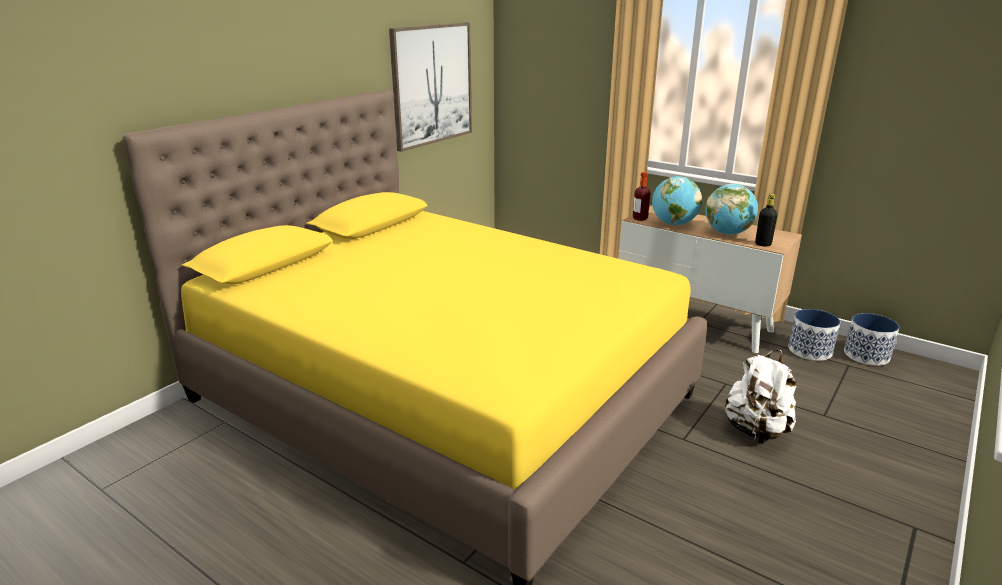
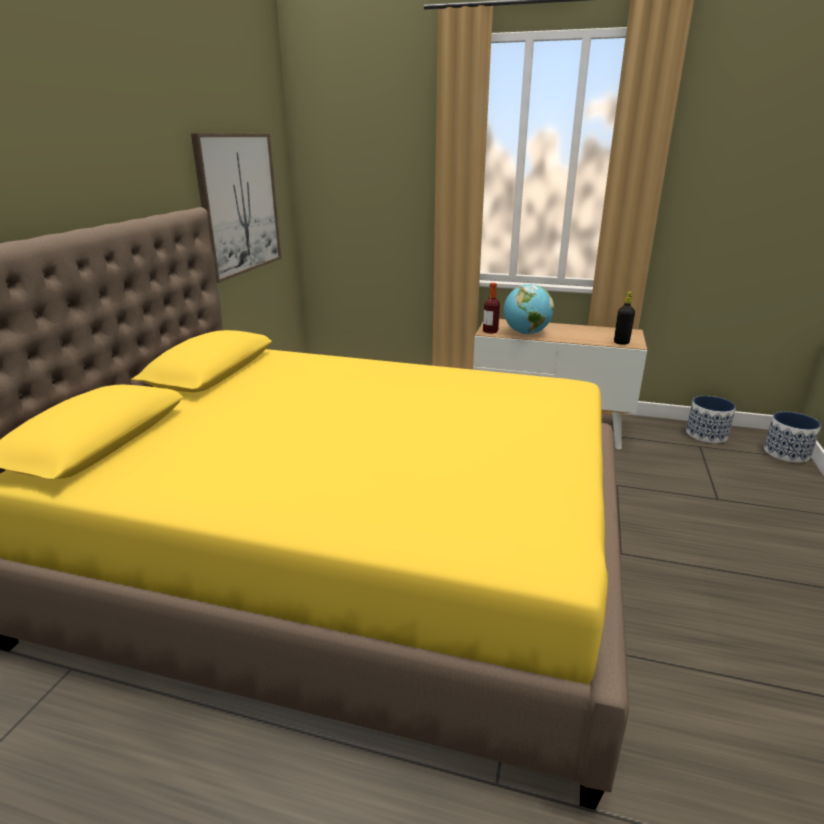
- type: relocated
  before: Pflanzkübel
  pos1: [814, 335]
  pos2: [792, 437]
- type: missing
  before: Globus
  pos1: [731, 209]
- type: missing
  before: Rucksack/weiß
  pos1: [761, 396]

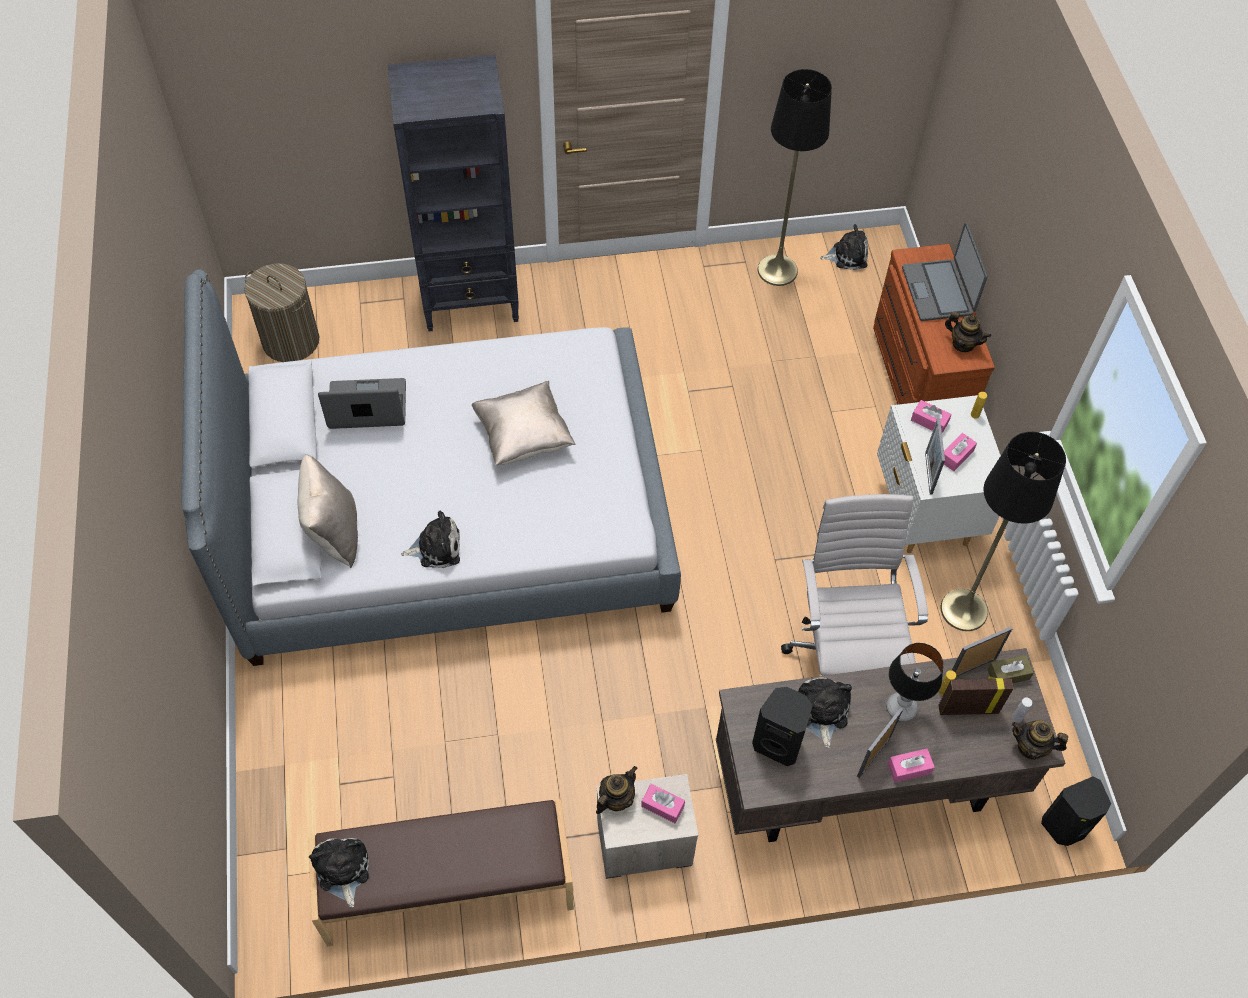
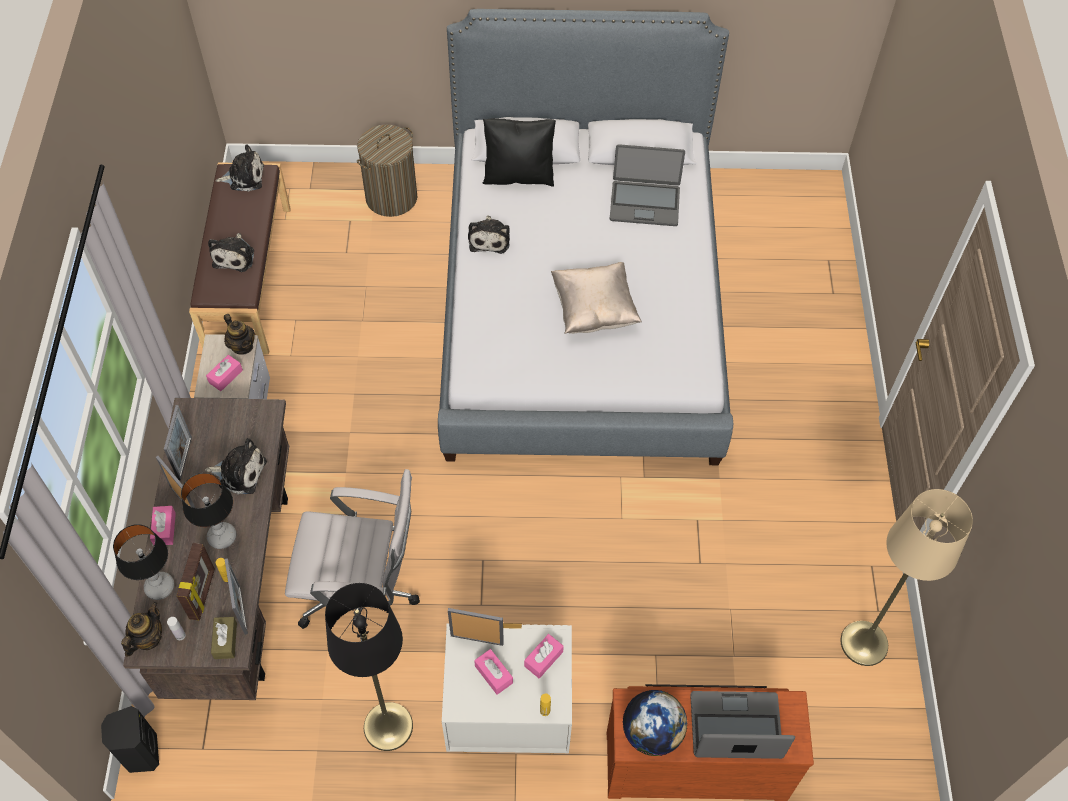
- type: appeared
  after: Tischlampe
  pos2: [143, 562]
- type: appeared
  after: Bilderrahmen
  pos2: [178, 442]
- type: relocated
  before: Plüschtier
  pos1: [844, 247]
  pos2: [231, 252]
- type: relocated
  before: Wäschekorb
  pos1: [281, 312]
  pos2: [387, 170]
- type: colour
  before: Kissen/beige
  after: Kissen/schwarz
  pos1: [328, 511]
  pos2: [519, 152]
- type: spun
  before: Laptop
  pos1: [362, 403]
  pos2: [647, 185]
  turn: 90
- type: exchanged
  before: Teekanne
  after: Globus
  pos1: [968, 332]
  pos2: [655, 723]
- type: colour
  before: Stehlampe/schwarz
  after: Stehlampe/beige
  pos1: [795, 177]
  pos2: [907, 577]
- type: missing
  before: Bücherregal/schwarz
  pos1: [453, 193]
- type: missing
  before: Lautsprecher/schwarz
  pos1: [782, 726]

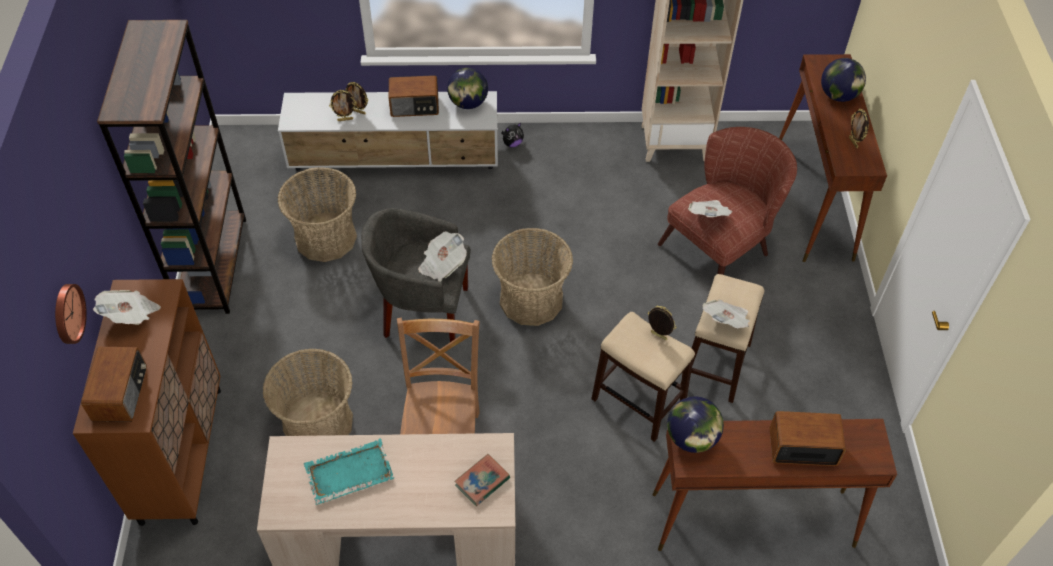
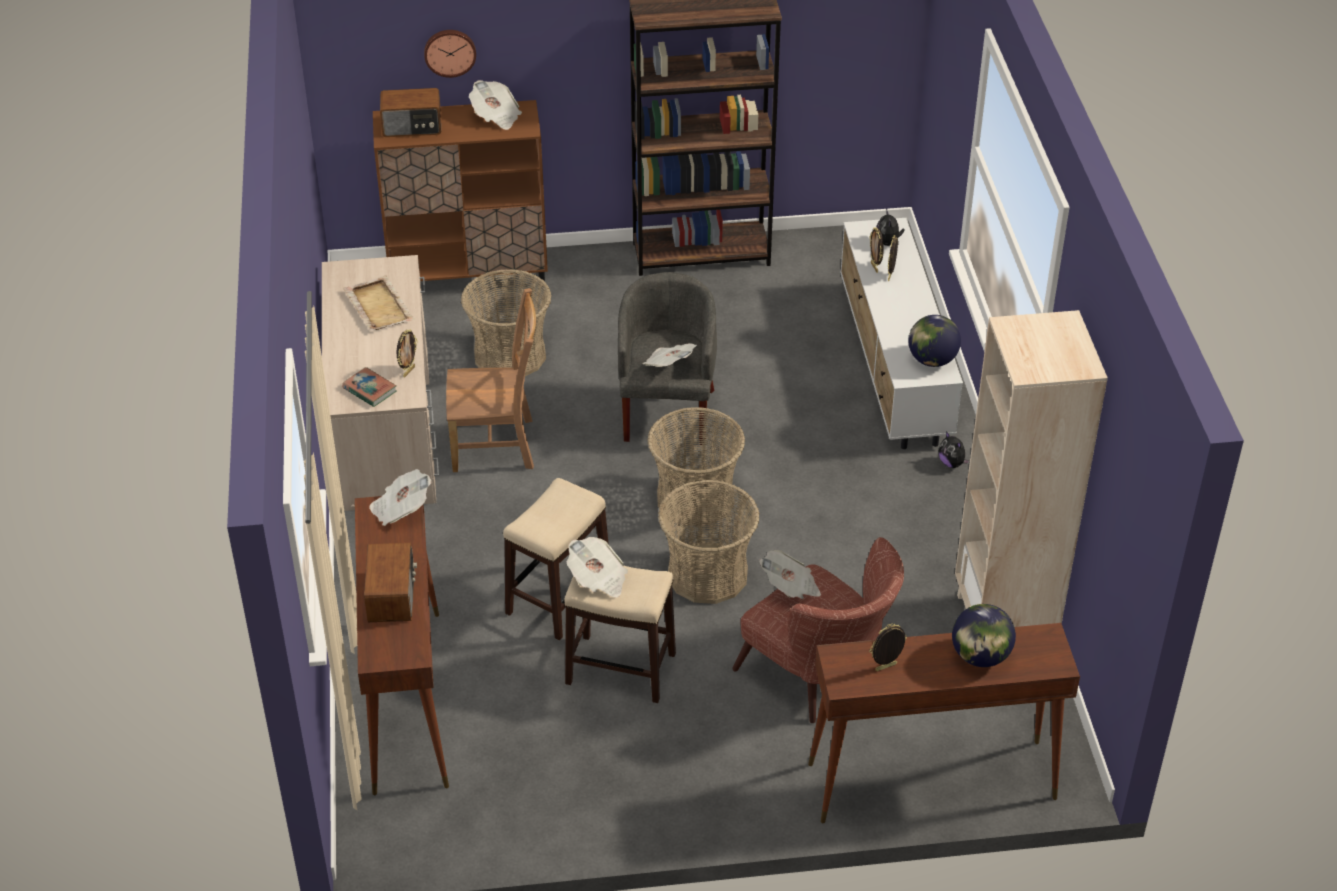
- type: colour
  before: Tablett/türkis
  after: Tablett/beige
  pos1: [349, 471]
  pos2: [379, 303]
- type: exchanged
  before: Globus
  after: Zeitung
  pos1: [695, 424]
  pos2: [400, 497]
- type: relocated
  before: Bilderrahmen
  pos1: [662, 323]
  pos2: [407, 353]
- type: relocated
  before: Korb
  pos1: [317, 214]
  pos2: [709, 542]
- type: appeared
  after: Plüschtier
  pos2: [890, 227]
- type: missing
  before: Radio
  pos1: [414, 96]

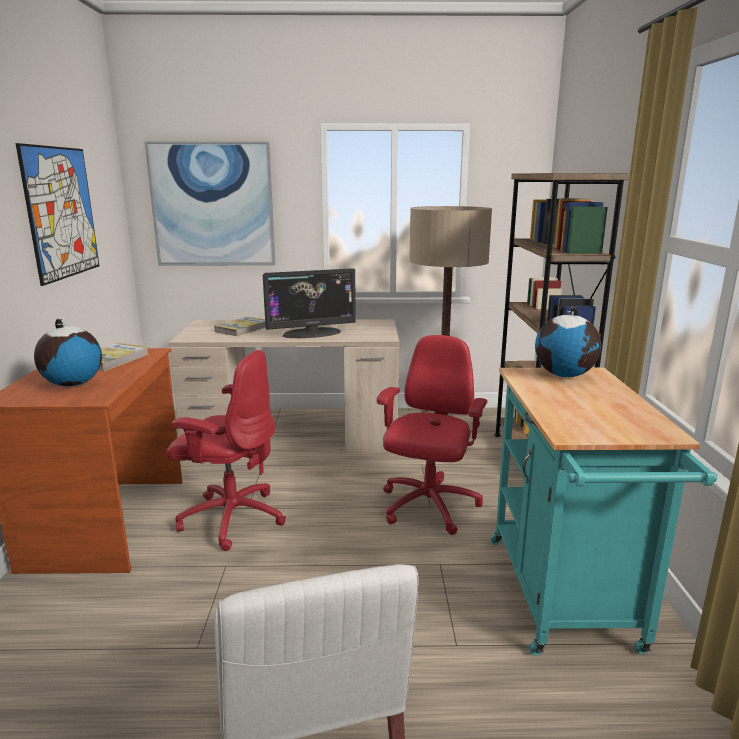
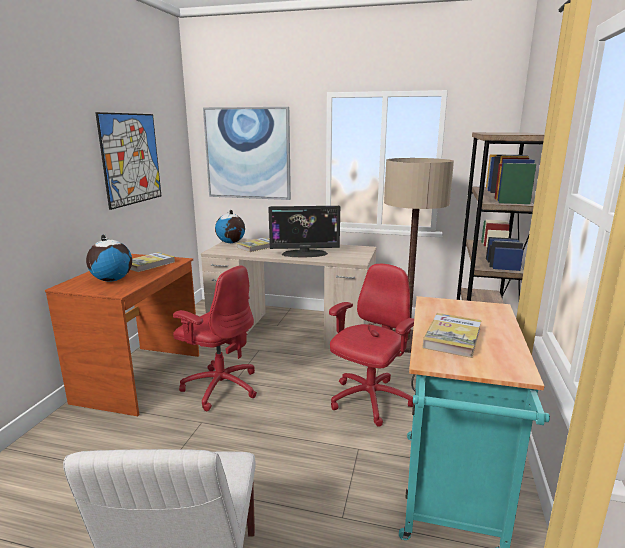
- type: relocated
  before: Globus
  pos1: [568, 341]
  pos2: [230, 226]
- type: appeared
  after: Buch
  pos2: [451, 335]

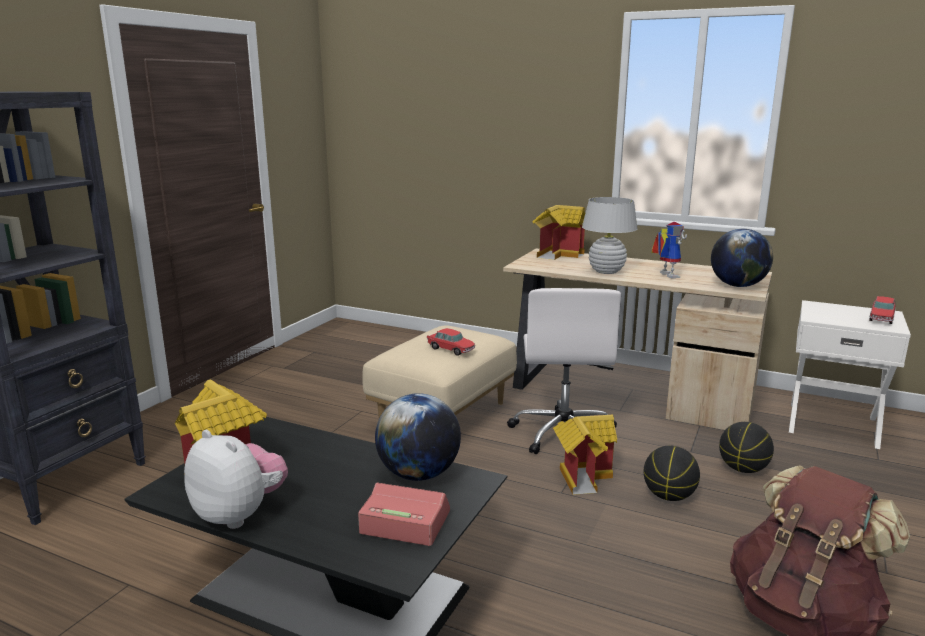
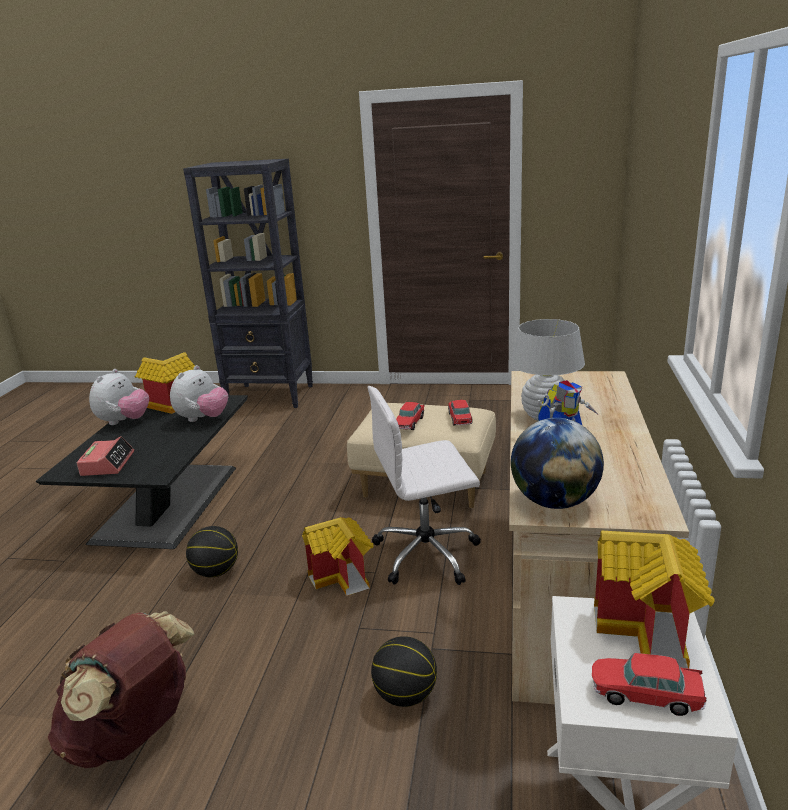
- type: appeared
  after: Plüschtier
  pos2: [199, 393]
- type: relocated
  before: Basketball
  pos1: [672, 473]
  pos2: [212, 551]
- type: appeared
  after: Spielzeugauto
  pos2: [460, 413]
- type: relocated
  before: Spielzeughaus
  pos1: [558, 232]
  pos2: [654, 600]
- type: missing
  before: Globus
  pos1: [418, 437]

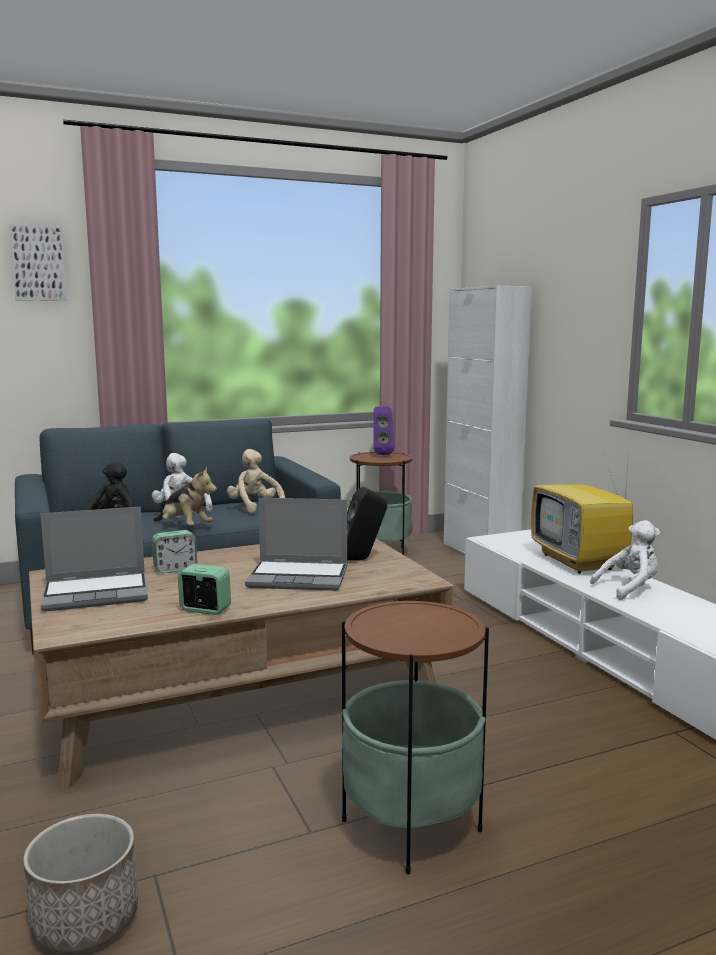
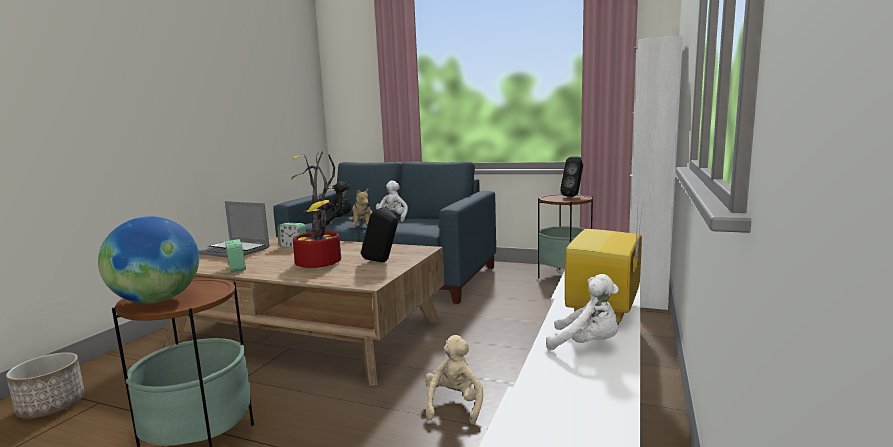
- type: appeared
  after: Globus
  pos2: [148, 259]
- type: exchanged
  before: Laptop
  after: Topfpflanze
  pos1: [296, 544]
  pos2: [316, 210]
- type: relocated
  before: Plüschtier/beige
  pos1: [256, 481]
  pos2: [454, 380]
- type: colour
  before: Lautsprecher/lila
  after: Lautsprecher/schwarz
  pos1: [383, 430]
  pos2: [571, 177]
- type: missing
  before: Bild
  pos1: [38, 262]

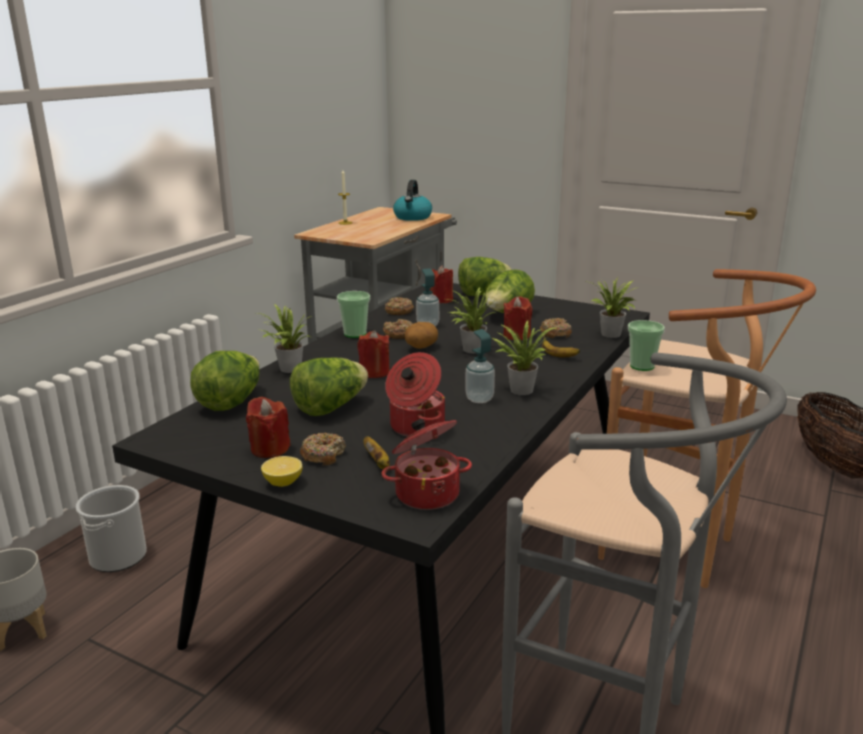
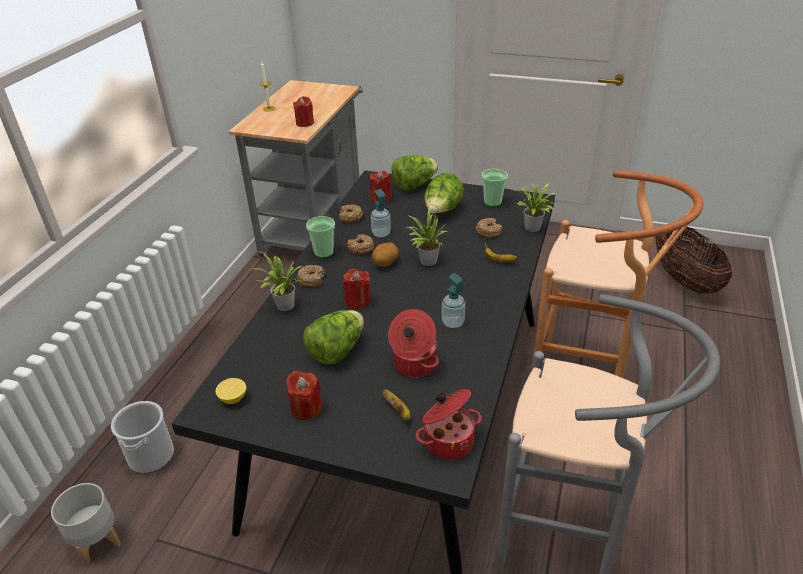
- type: relocated
  before: Zitrone
  pos1: [281, 471]
  pos2: [231, 391]
- type: relocated
  before: Kerze/rot
  pos1: [518, 318]
  pos2: [303, 111]
- type: relocated
  before: Donut
  pos1: [323, 449]
  pos2: [311, 276]
- type: relocated
  before: Tasse
  pos1: [646, 345]
  pos2: [494, 188]
- type: missing
  before: Salatkopf
  pos1: [225, 381]
- type: missing
  before: Wasserkessel
  pos1: [412, 200]
- type: missing
  before: Topfpflanze
  pos1: [524, 357]

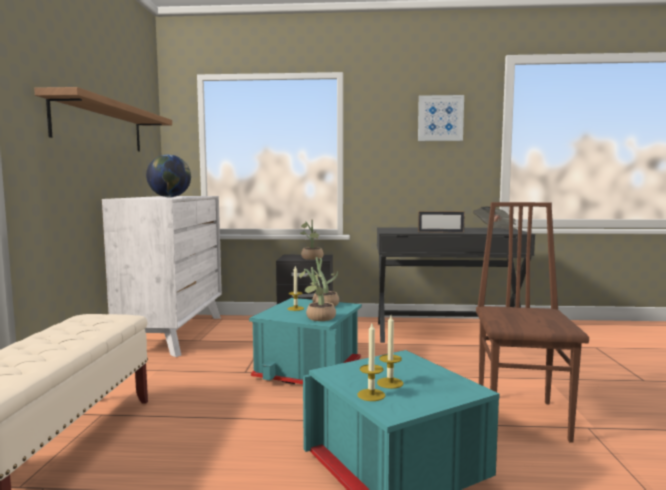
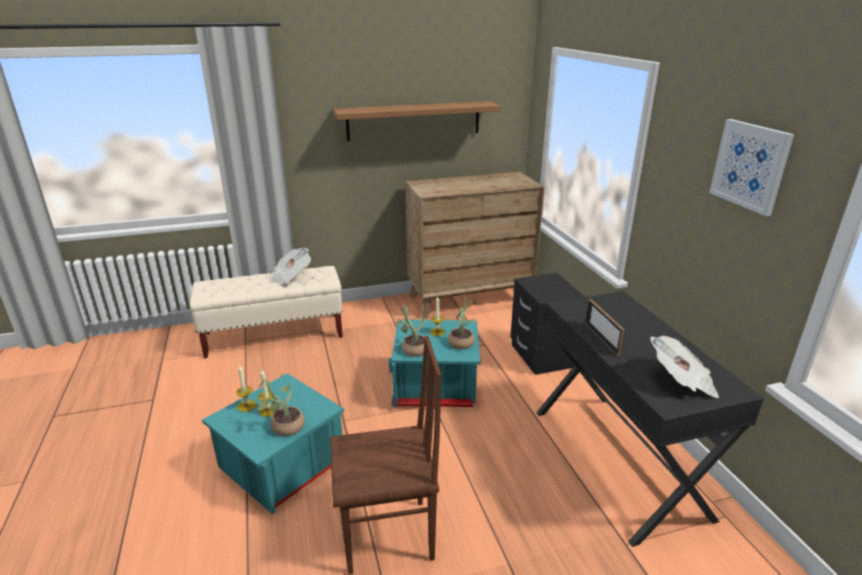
- type: relocated
  before: Topfpflanze
  pos1: [312, 240]
  pos2: [281, 407]
- type: appeared
  after: Zeitung
  pos2: [289, 266]
- type: colour
  before: Kommode/weiß
  after: Kommode/braun
  pos1: [162, 276]
  pos2: [474, 245]
- type: missing
  before: Globus
  pos1: [168, 176]

